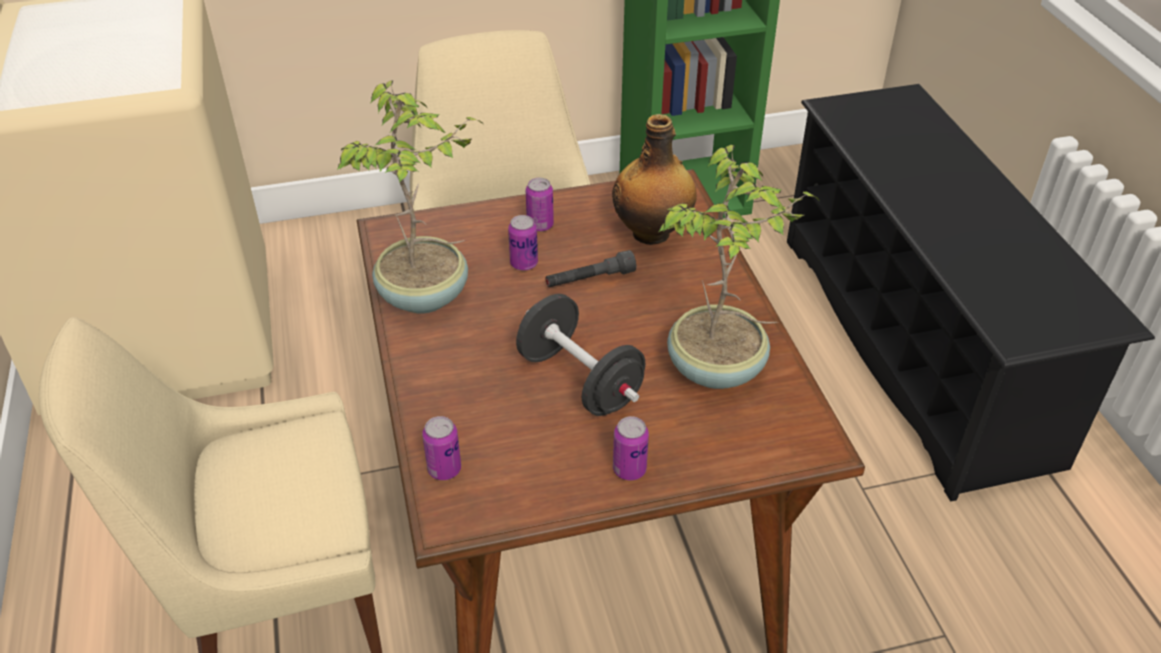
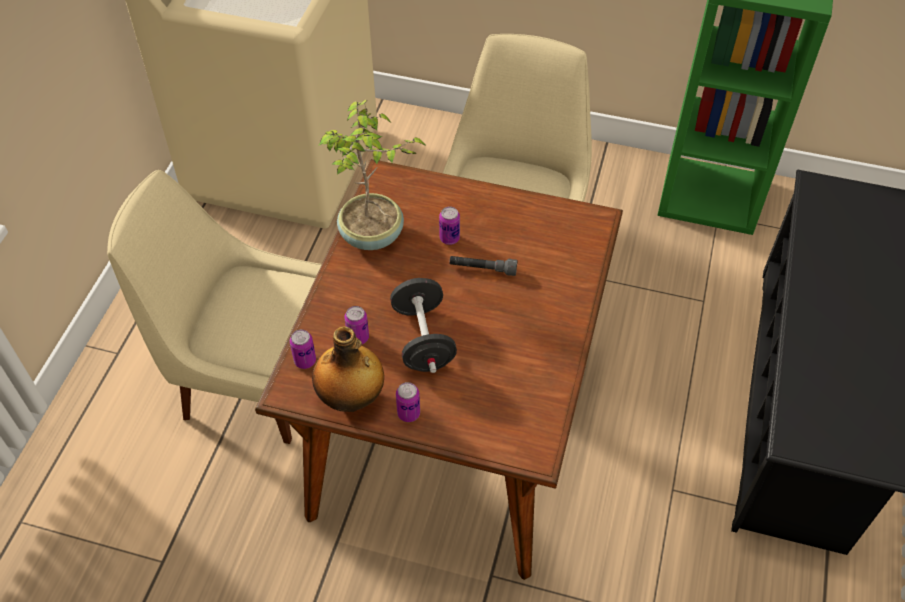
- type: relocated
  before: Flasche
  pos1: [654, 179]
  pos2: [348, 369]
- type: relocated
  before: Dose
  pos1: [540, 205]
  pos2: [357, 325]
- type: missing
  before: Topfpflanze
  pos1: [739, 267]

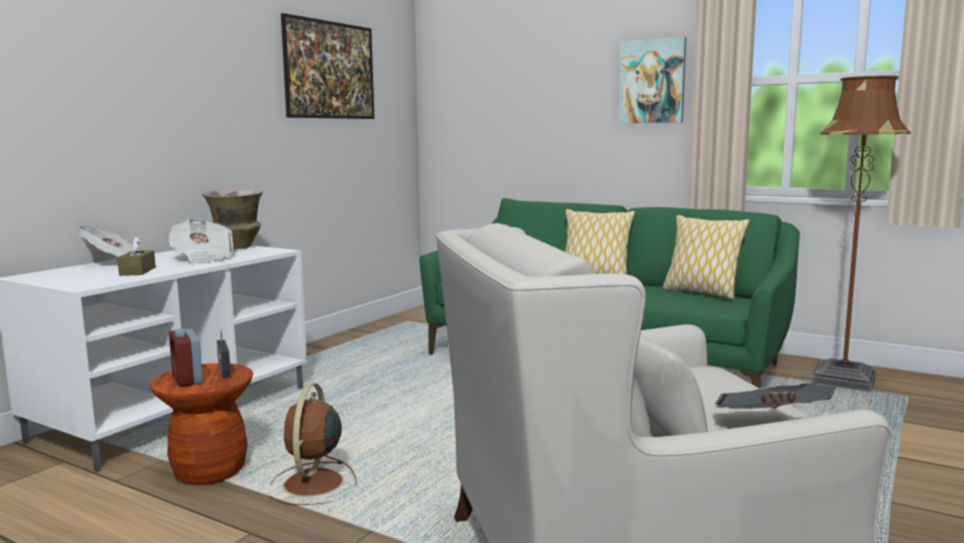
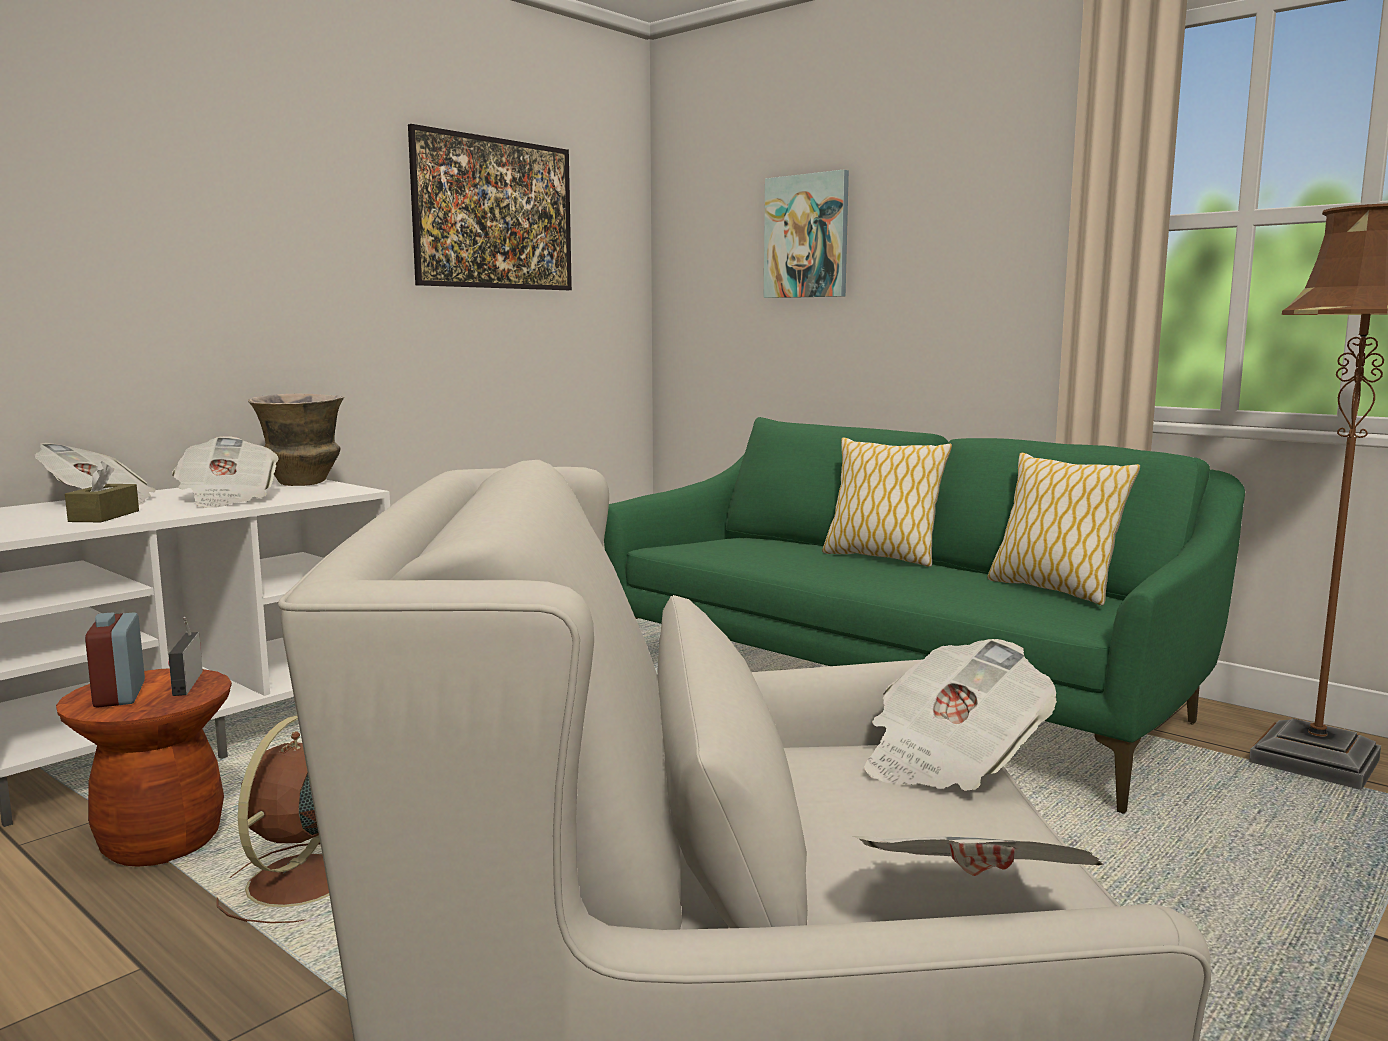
- type: relocated
  before: Bild
  pos1: [652, 80]
  pos2: [806, 234]
- type: appeared
  after: Zeitung
  pos2: [960, 715]

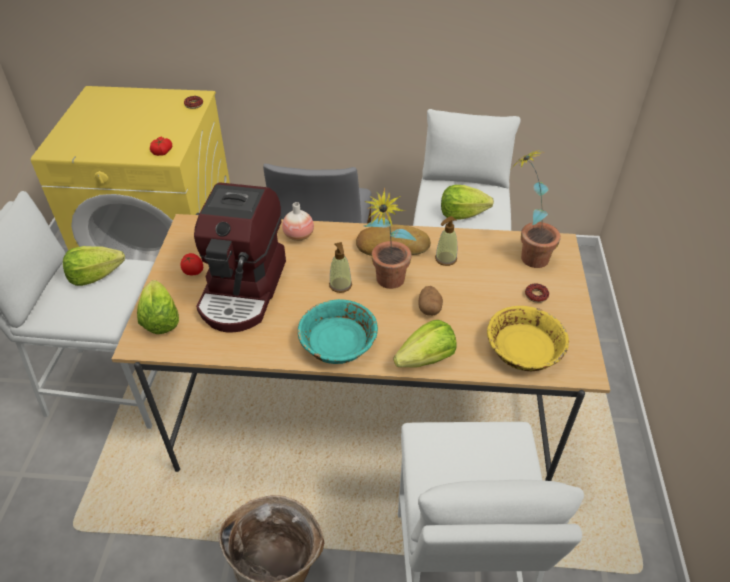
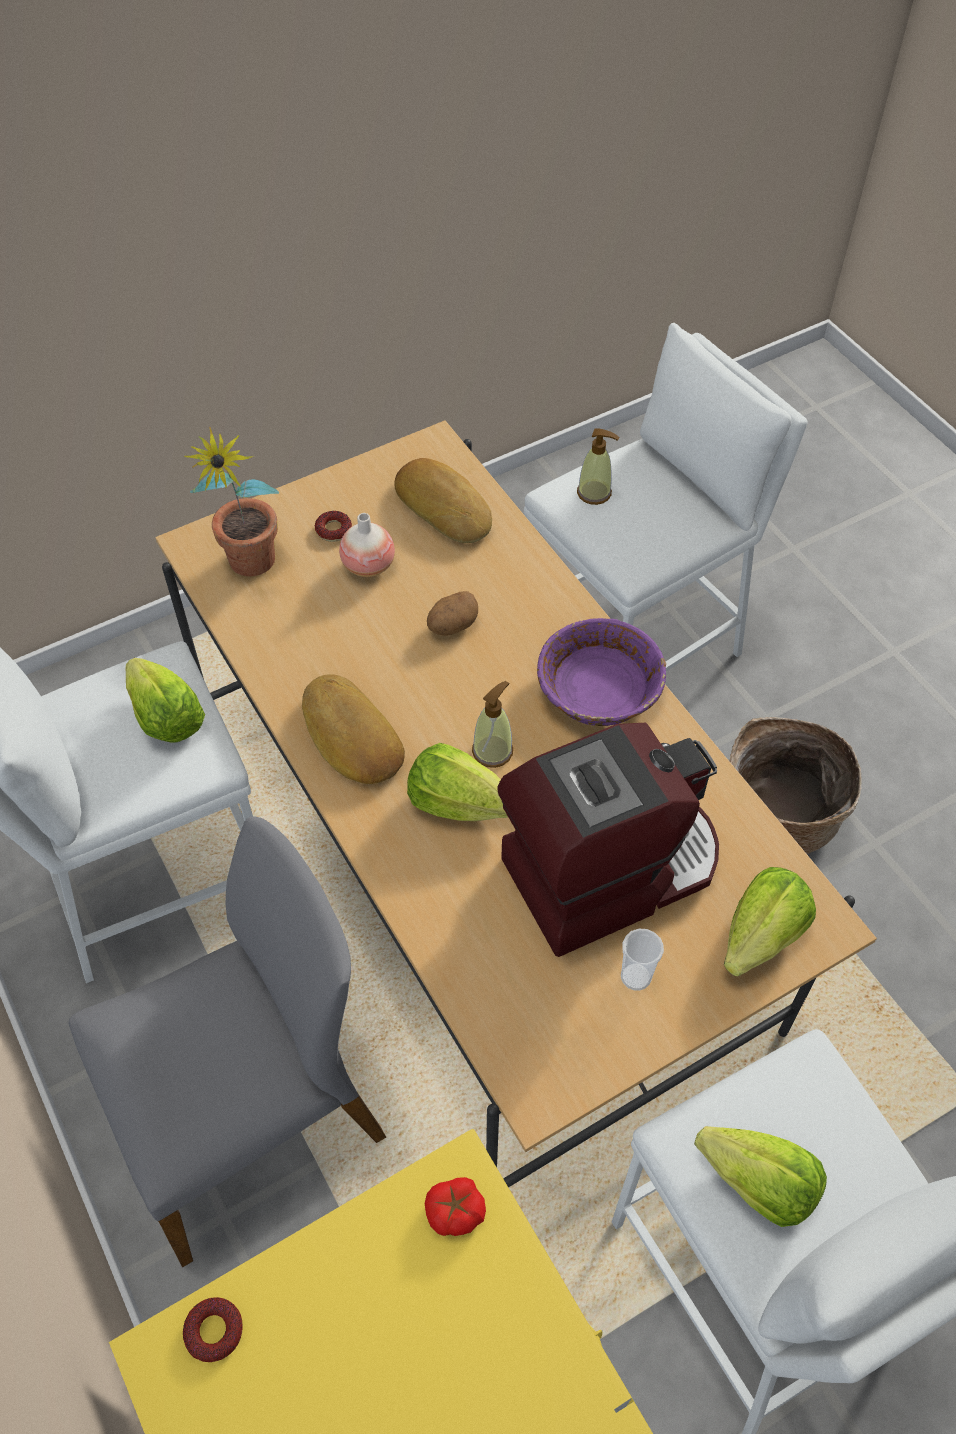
- type: relocated
  before: Vase
  pos1: [298, 221]
  pos2: [367, 545]
- type: exchanged
  before: Schüssel/gelb
  after: Brot
  pos1: [528, 338]
  pos2: [443, 500]
- type: relocated
  before: Salatkopf
  pos1: [425, 344]
  pos2: [457, 782]
- type: colour
  before: Schüssel/türkis
  after: Schüssel/lila
  pos1: [338, 331]
  pos2: [601, 672]
- type: relocated
  before: Seifenspender
  pos1: [446, 241]
  pos2: [598, 466]
- type: exchanged
  before: Tomate
  after: Tasse
  pos1: [191, 264]
  pos2: [642, 960]
- type: missing
  before: Topfpflanze
  pos1: [390, 238]

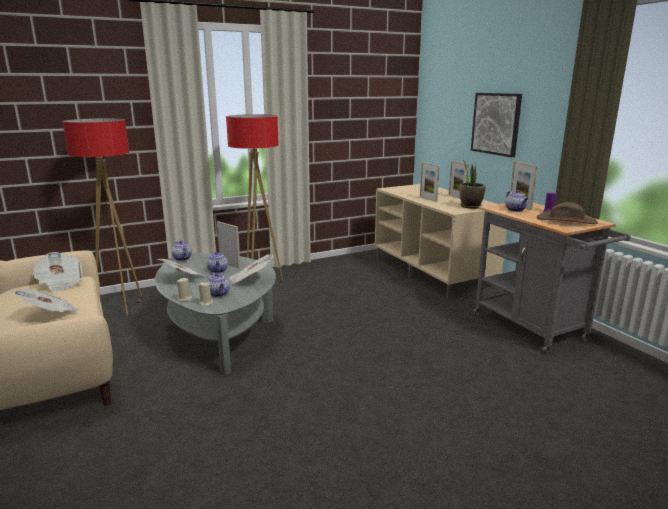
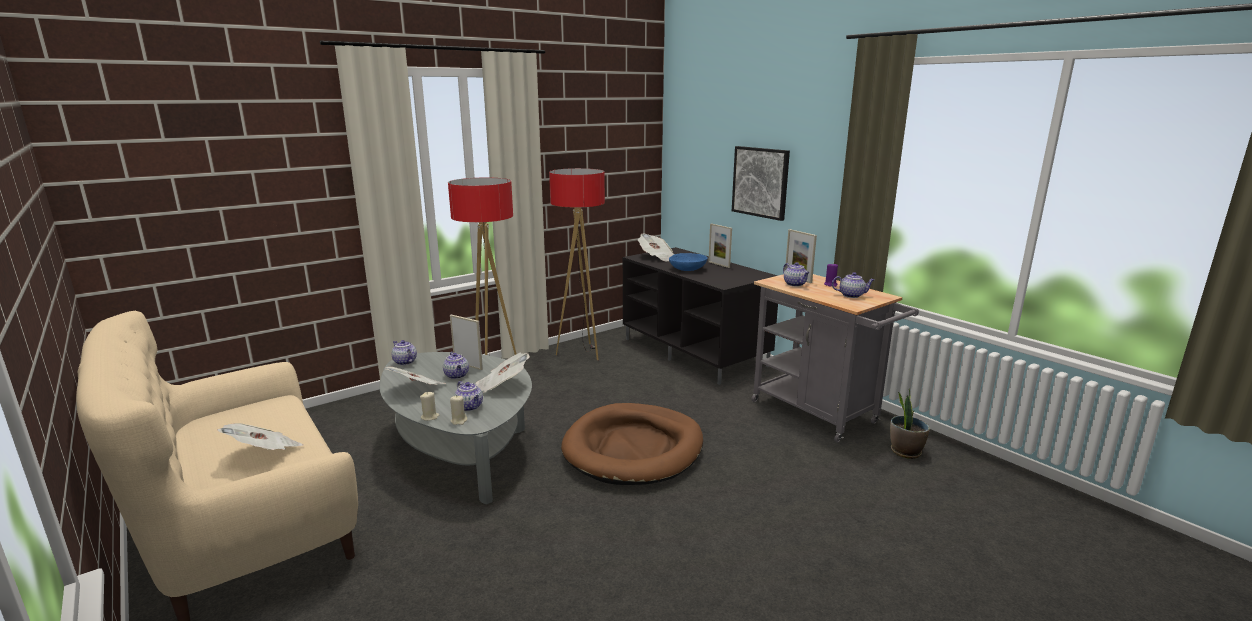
- type: relocated
  before: Stehlampe
  pos1: [102, 217]
  pos2: [577, 264]
- type: appeared
  after: Hundebett/braun
  pos2: [632, 444]
- type: colour
  before: Fernsehschrank/beige
  after: Fernsehschrank/schwarz
  pos1: [441, 241]
  pos2: [700, 316]
- type: relocated
  before: Zeitung
  pos1: [57, 272]
  pos2: [656, 247]
- type: exchanged
  before: Bilderrahmen
  after: Schüssel/blau
  pos1: [430, 181]
  pos2: [688, 262]
- type: exchanged
  before: Hut/braun
  after: Teekanne
  pos1: [567, 213]
  pos2: [853, 285]
- type: relocated
  before: Topfpflanze
  pos1: [473, 184]
  pos2: [910, 423]

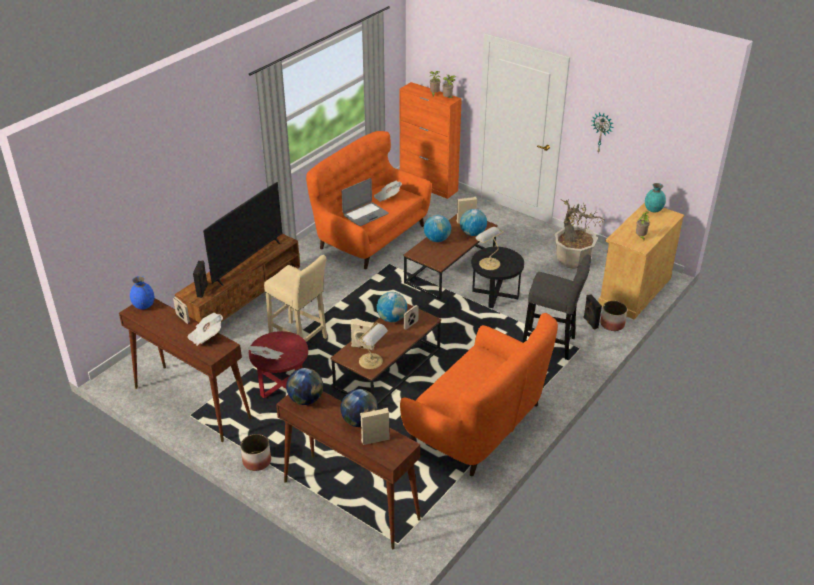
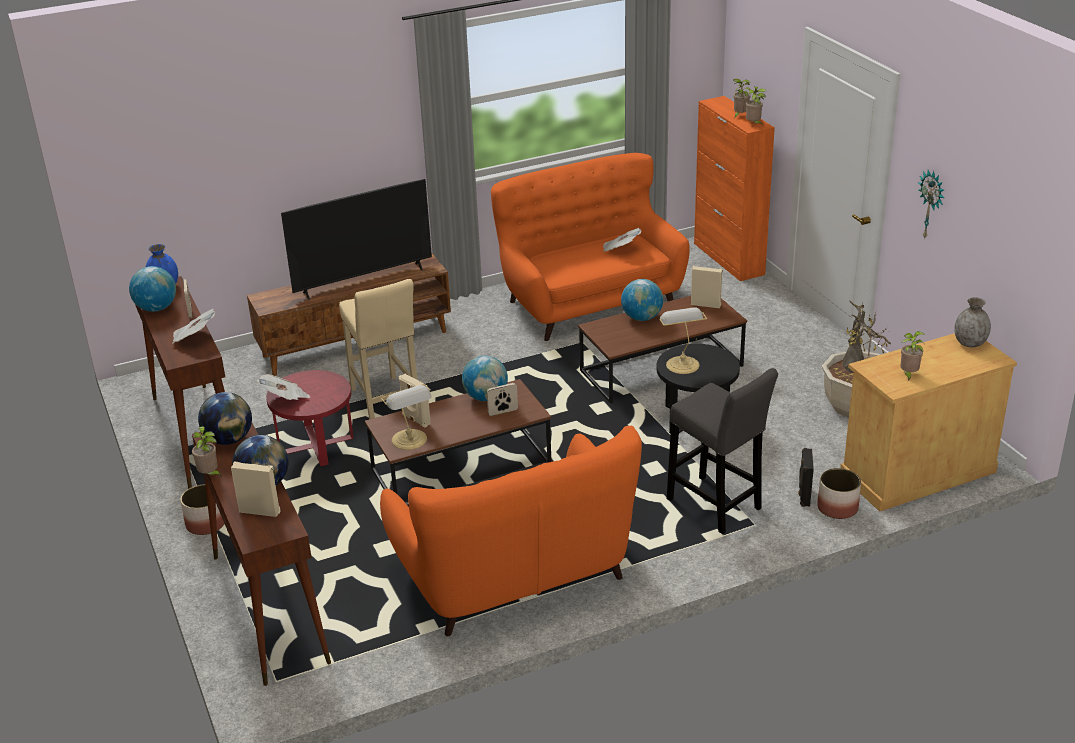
- type: relocated
  before: Globus
  pos1: [473, 222]
  pos2: [152, 289]
- type: appeared
  after: Topfpflanze
  pos2: [207, 451]
- type: colour
  before: Vase/türkis
  after: Vase/grau
  pos1: [655, 197]
  pos2: [972, 322]
- type: missing
  before: Lautsprecher/schwarz
  pos1: [200, 279]
- type: missing
  before: Laptop
  pos1: [365, 202]

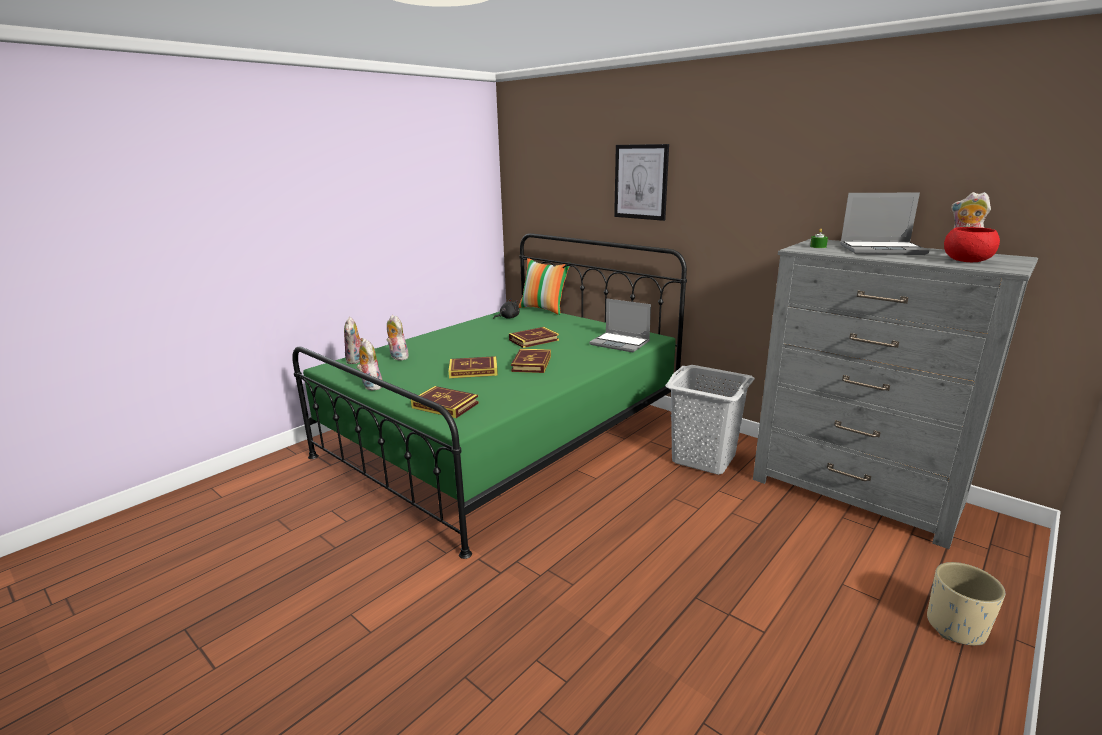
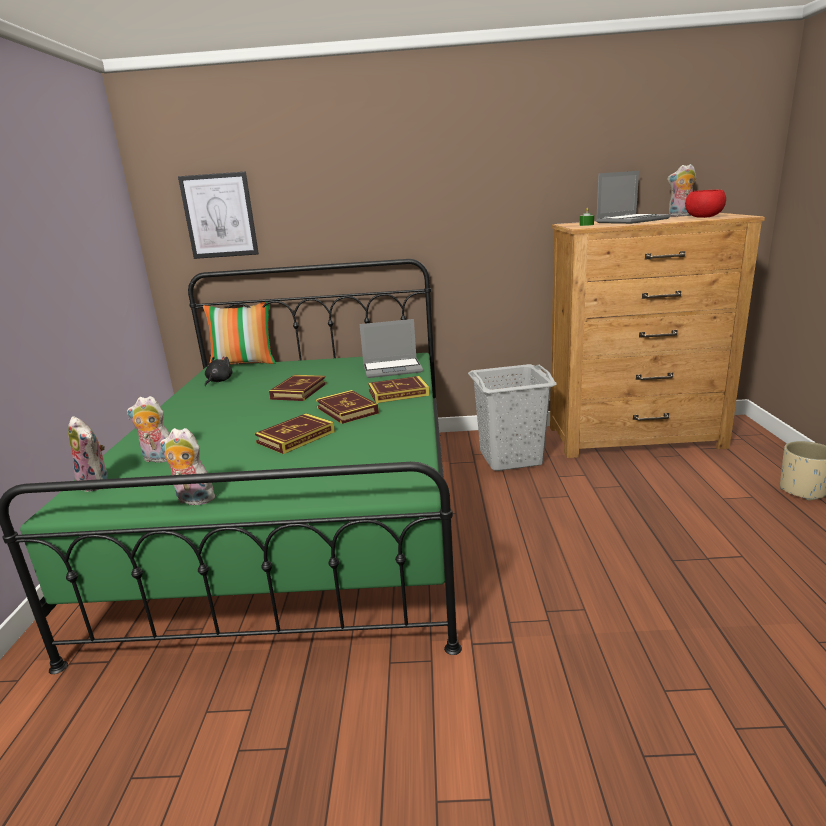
- type: relocated
  before: Bild
  pos1: [641, 182]
  pos2: [218, 215]
- type: relocated
  before: Buch
  pos1: [445, 402]
  pos2: [399, 389]
- type: colour
  before: Kommode/grau
  after: Kommode/braun
  pos1: [895, 394]
  pos2: [657, 335]

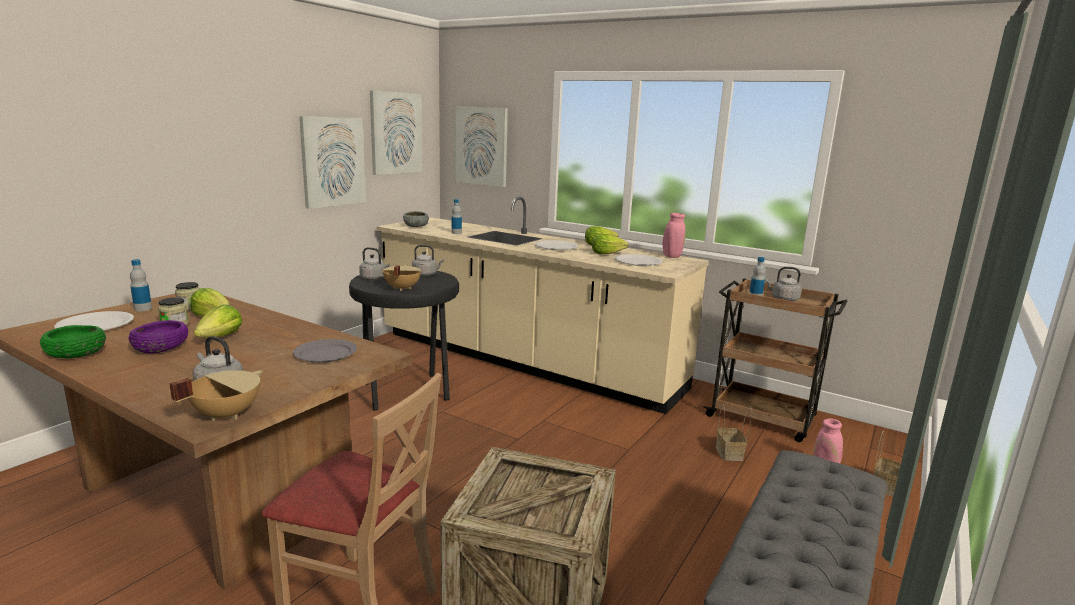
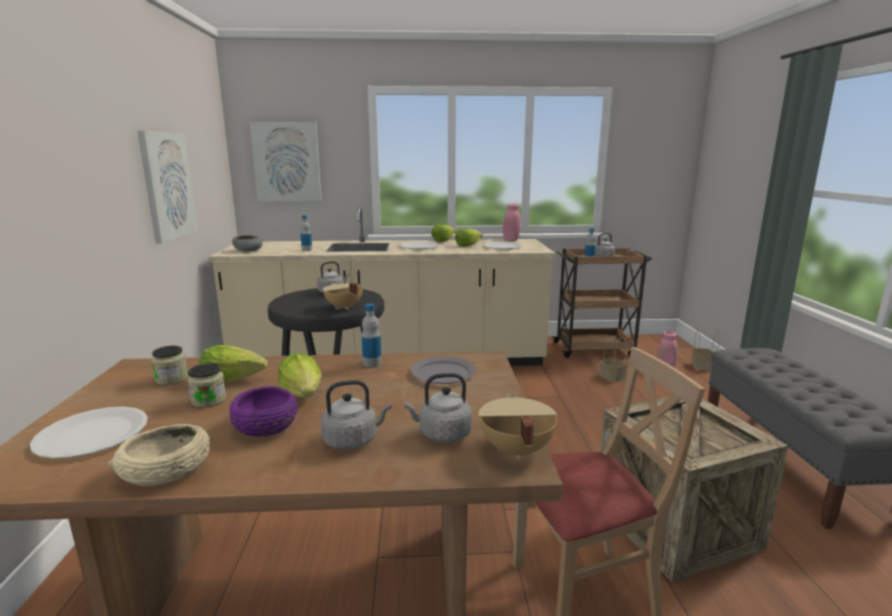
- type: colour
  before: Schüssel/grün
  after: Schüssel/beige
  pos1: [73, 341]
  pos2: [159, 455]
- type: relocated
  before: Wasserkessel/grau
  pos1: [374, 263]
  pos2: [356, 415]
- type: relocated
  before: Flasche
  pos1: [141, 285]
  pos2: [372, 335]
- type: missing
  before: Bild
  pos1: [396, 133]

